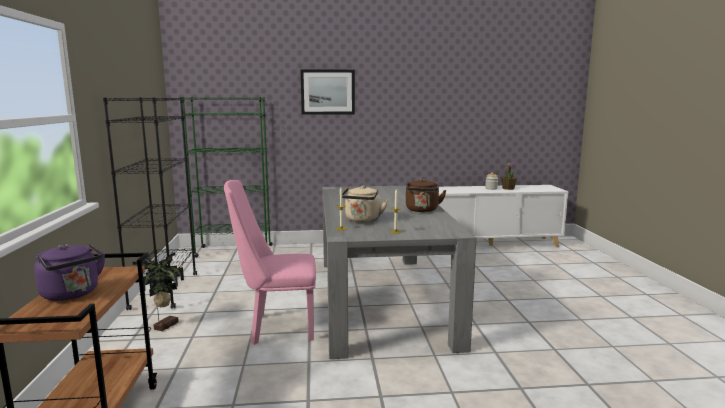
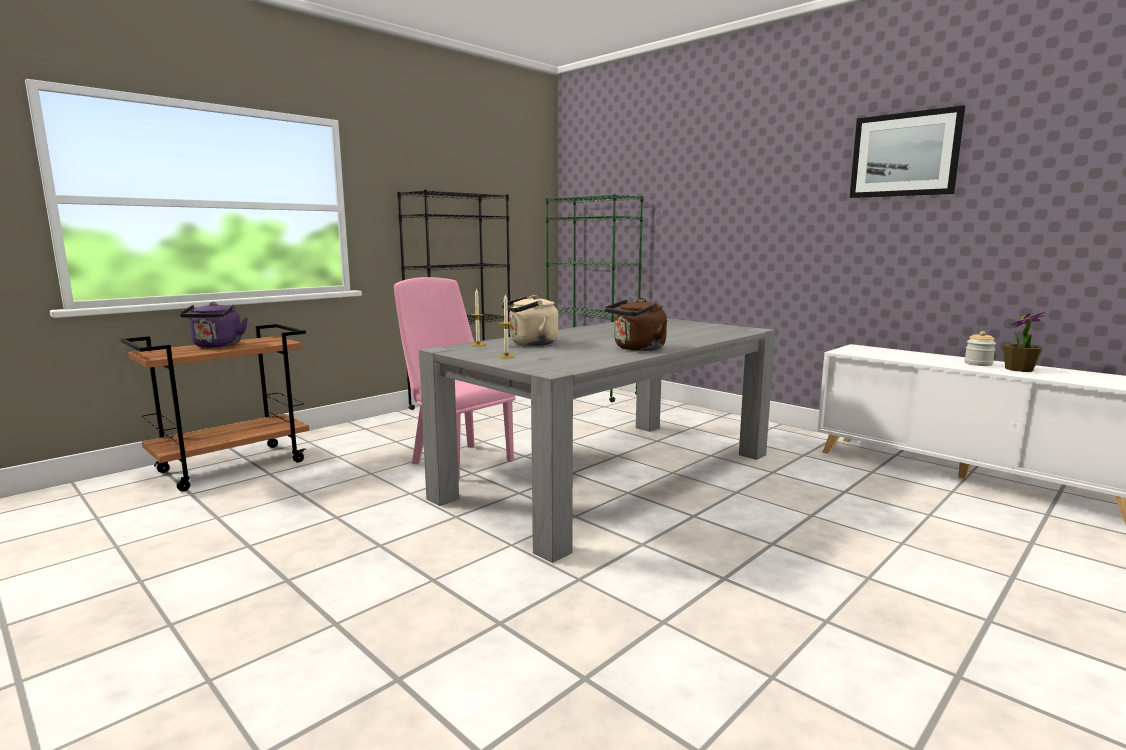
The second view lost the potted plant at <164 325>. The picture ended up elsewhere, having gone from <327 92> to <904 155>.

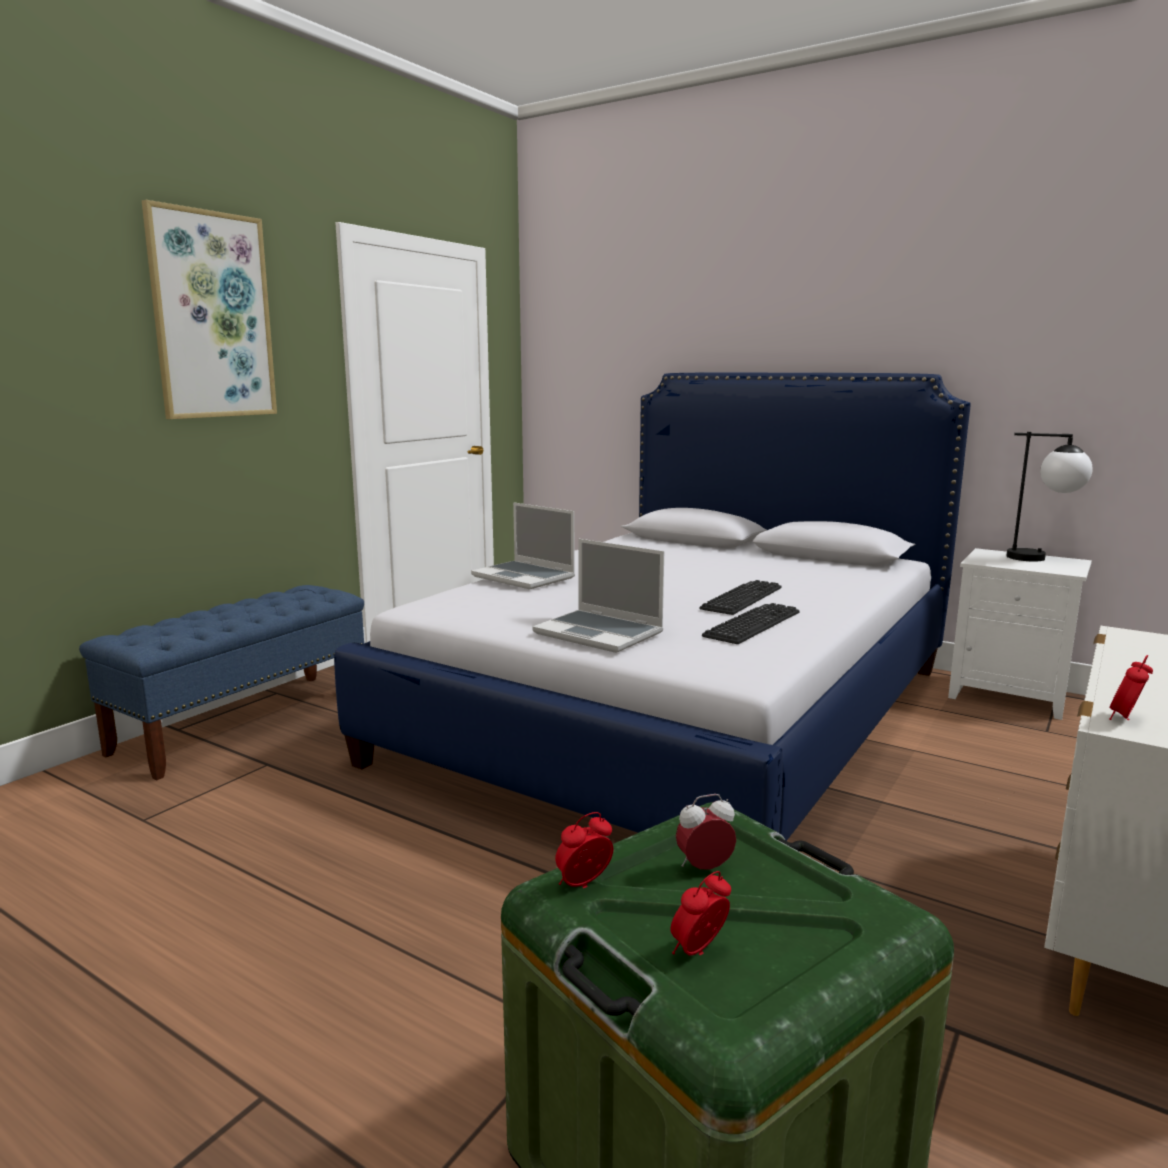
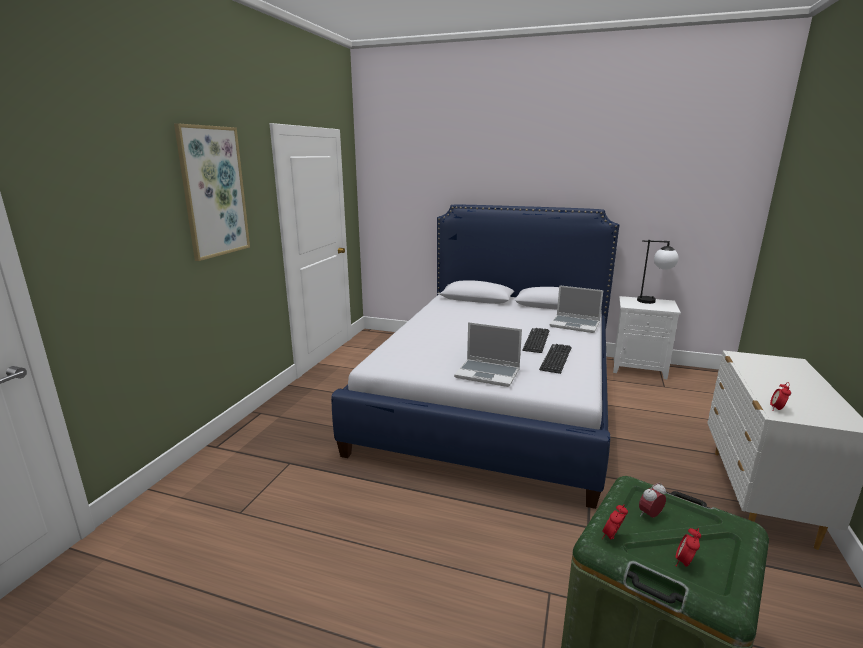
The second view lost the blue bench at <245 722>. The laptop ended up elsewhere, having gone from <525 577> to <575 325>.

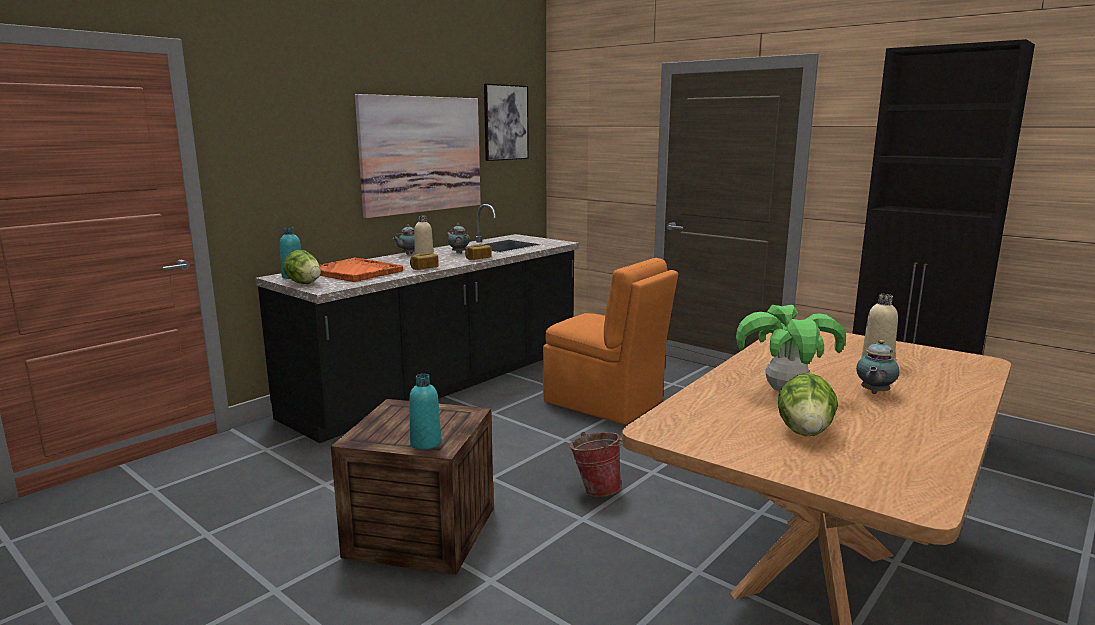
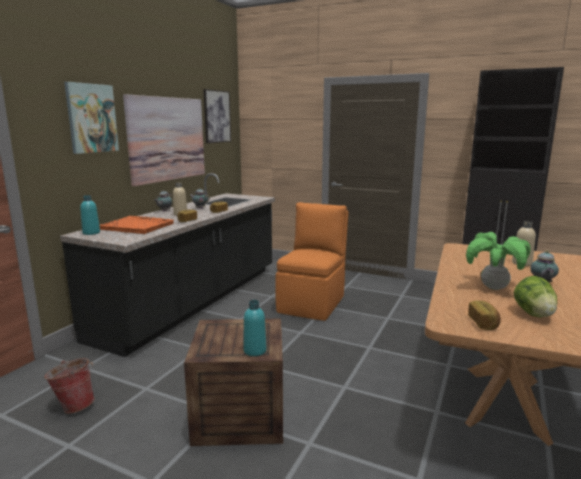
The second view lost the lettuce at <304 283>. The second view gained the picture at <91 118>. The second view gained the bread at <484 323>. The bucket ended up elsewhere, having gone from <596 489> to <74 405>. The orange chair at <605 403> ended up facing another way, 90 degrees counterclockwise from before.

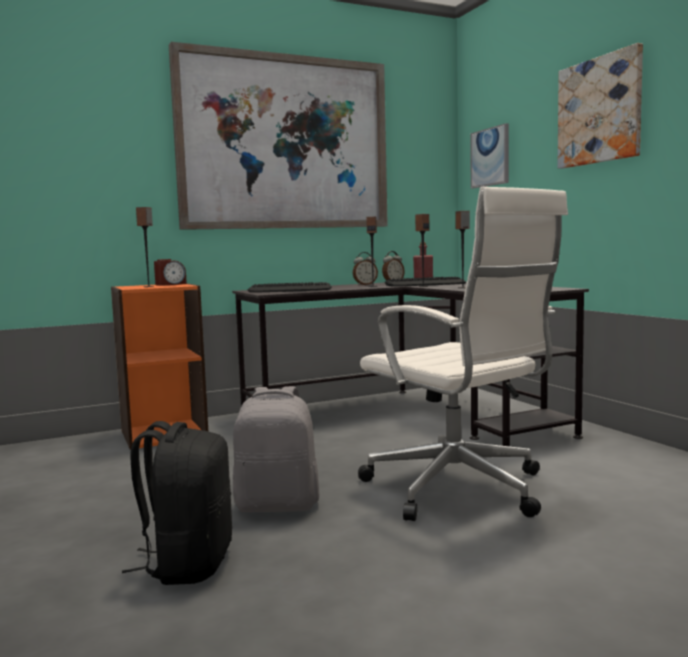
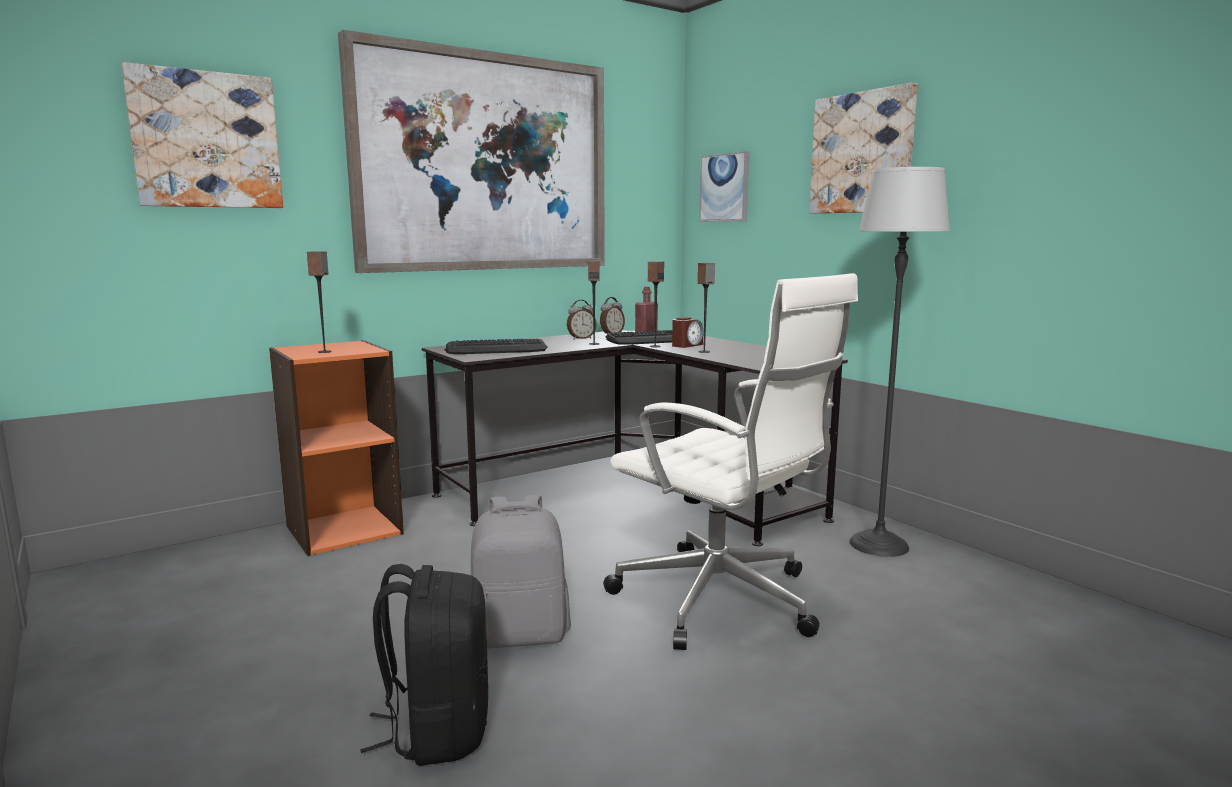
The second view gained the picture at <206 140>. The second view gained the floor lamp at <879 545>. The alarm clock ended up elsewhere, having gone from <170 284> to <687 345>.

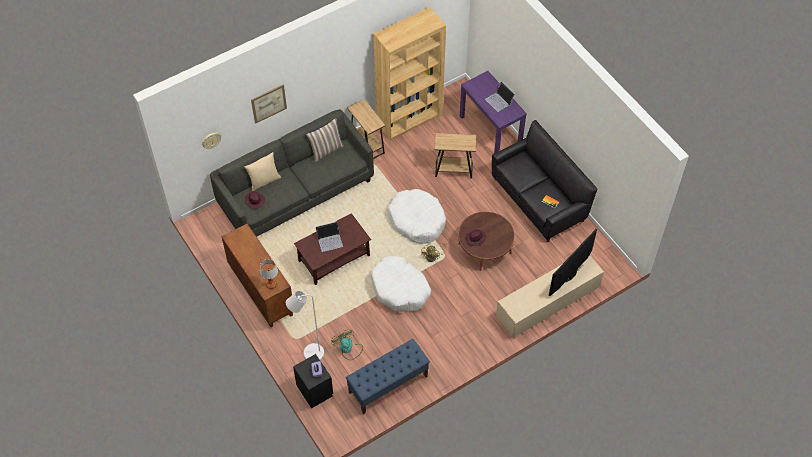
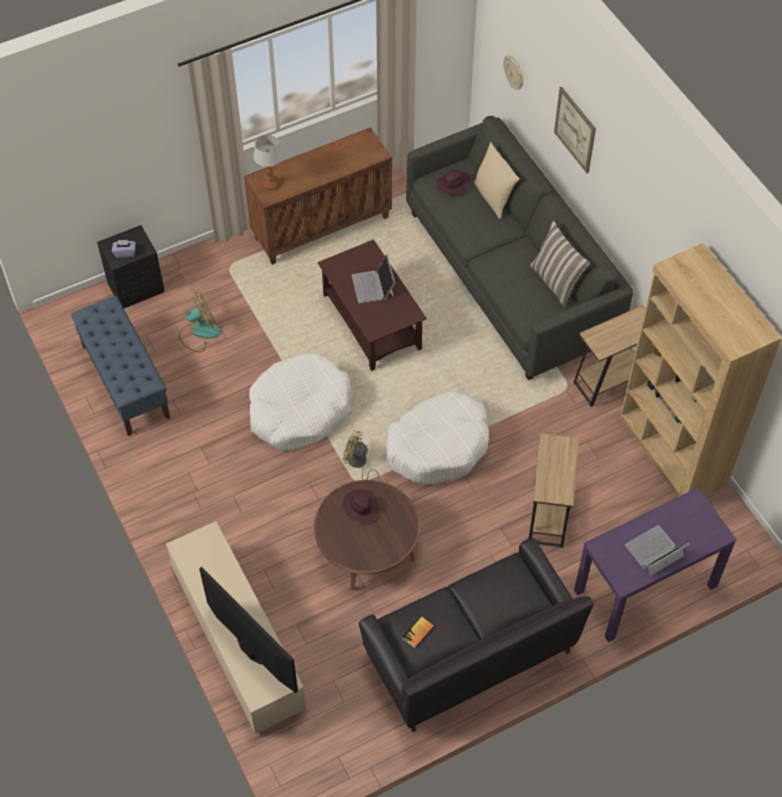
The second view lost the white floor lamp at <309 354>.

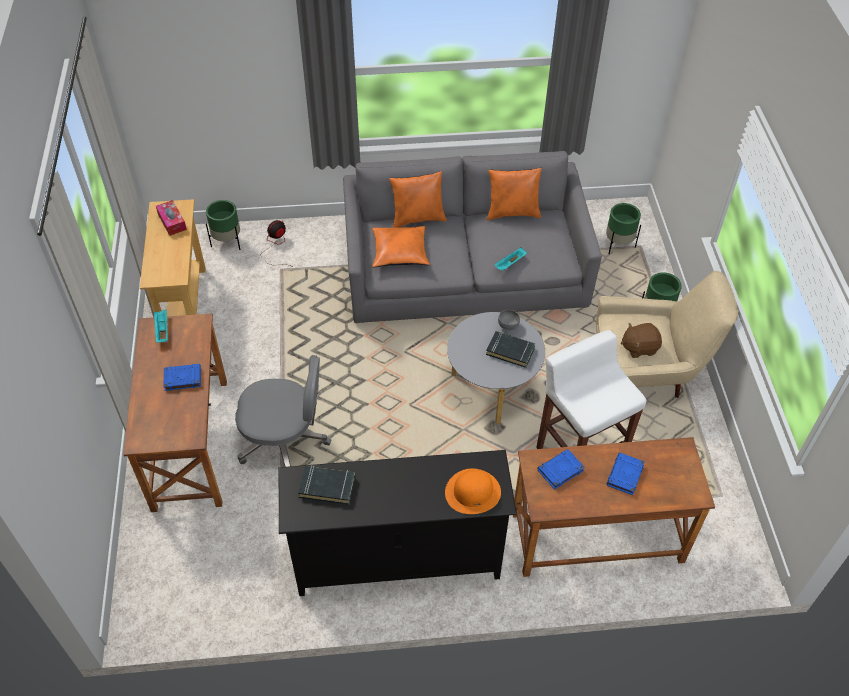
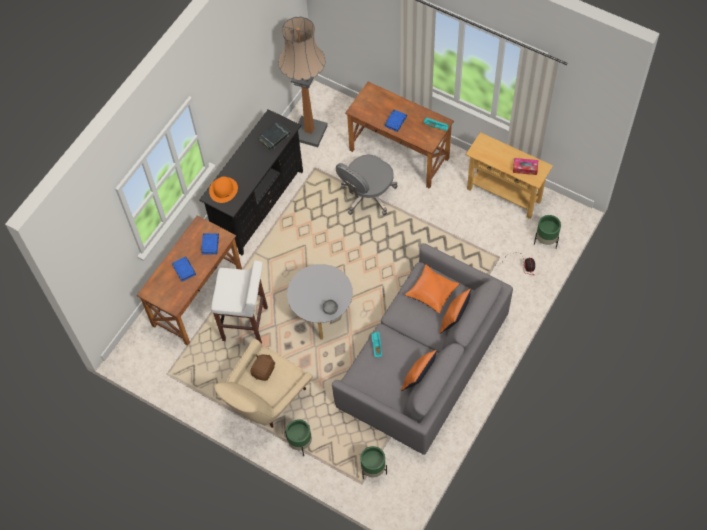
The second view lost the black book at <510 351>. The second view gained the floor lamp at <309 132>.

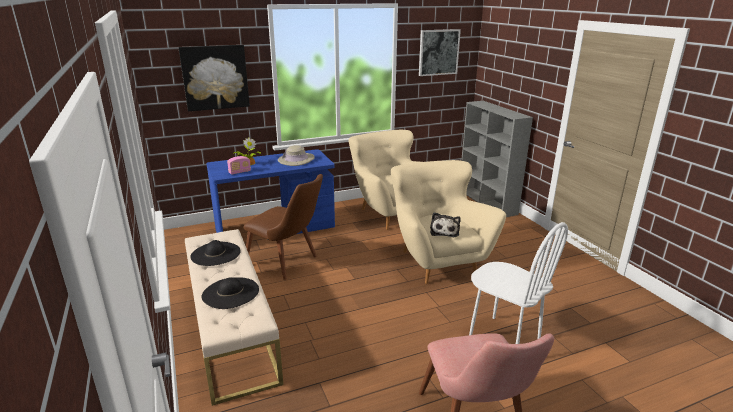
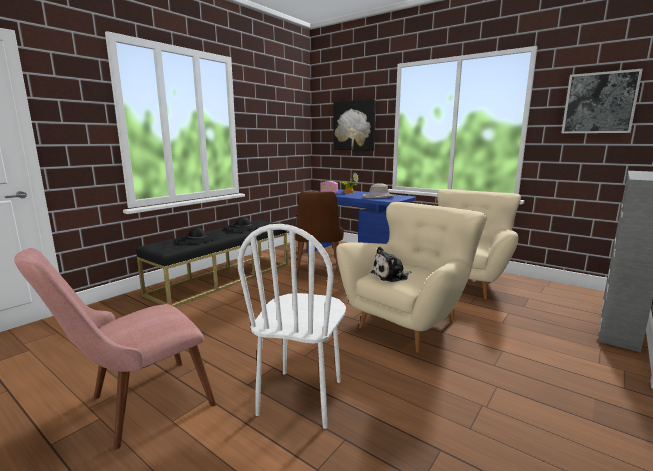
What was the beige bench at <230 327> turned into the black bench at <223 278>.

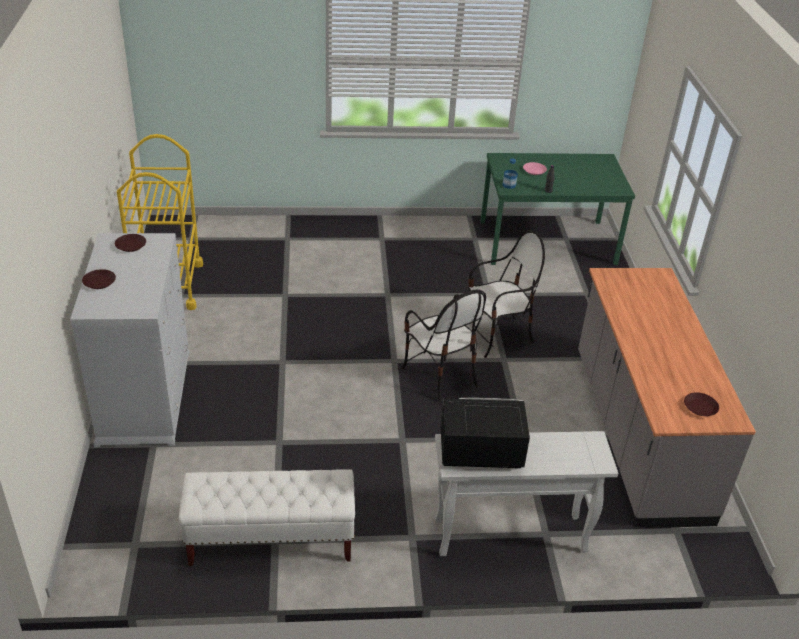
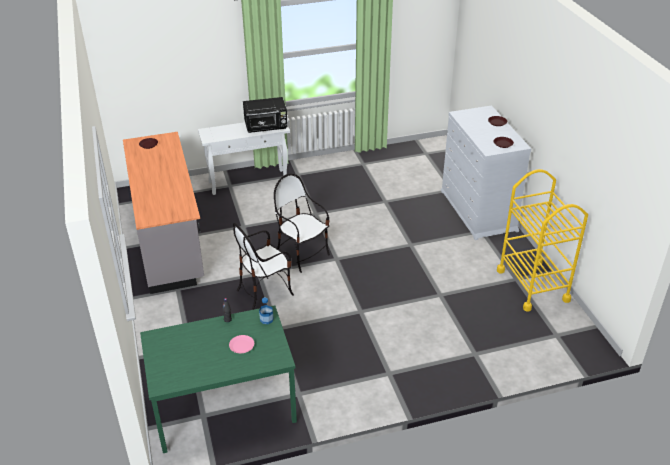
The second view lost the white bench at <270 540>.

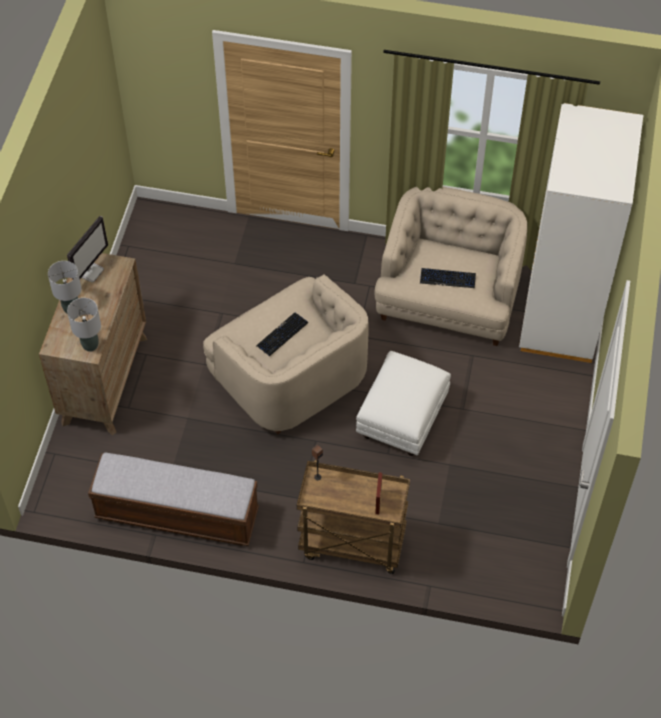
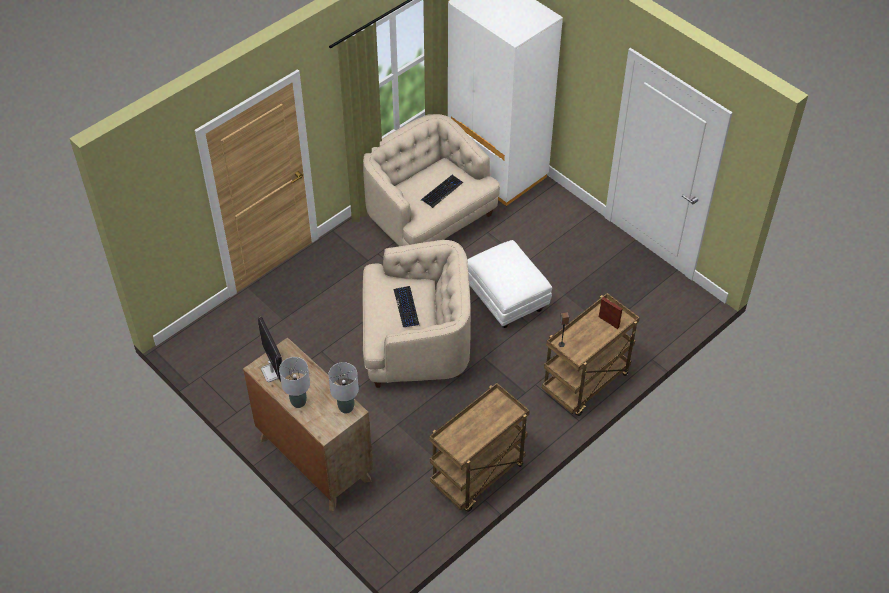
Where the bench stood at <177 514>, the brown cart came to stand at <478 476>.

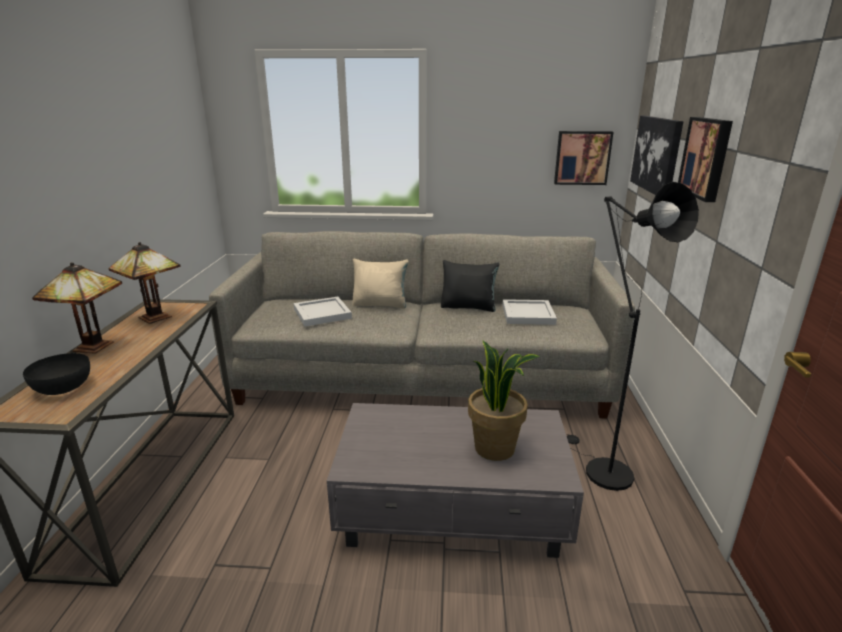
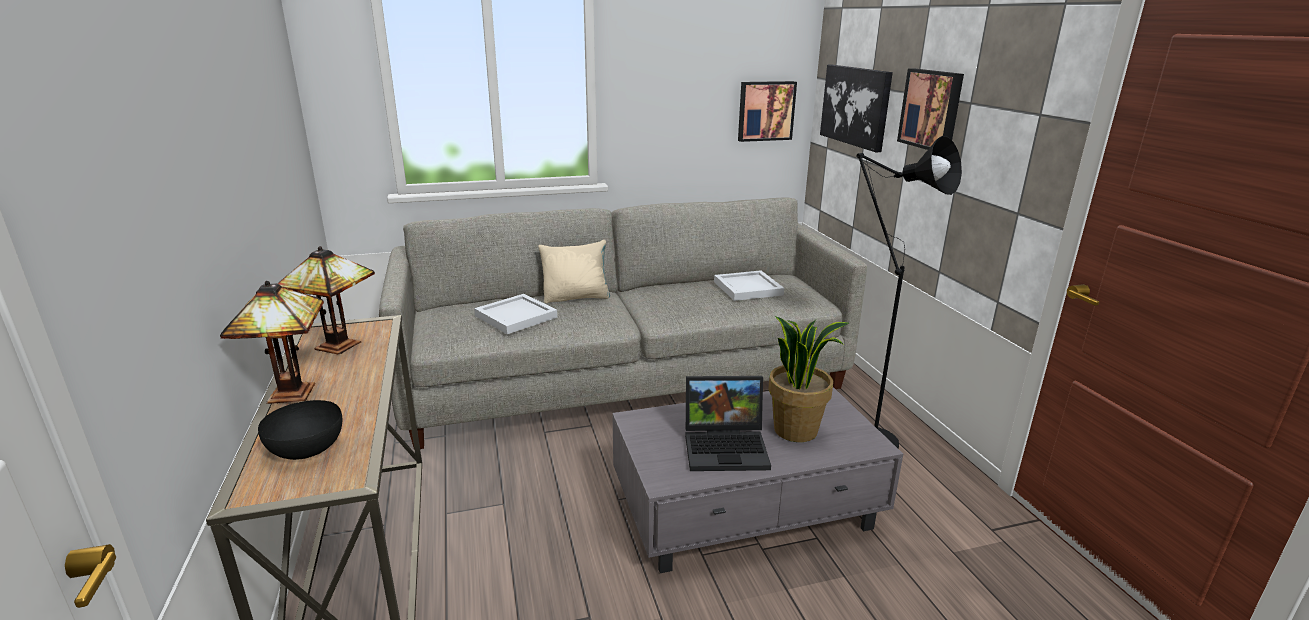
The second view lost the black pillow at <468 307>. The second view gained the laptop at <727 447>.

